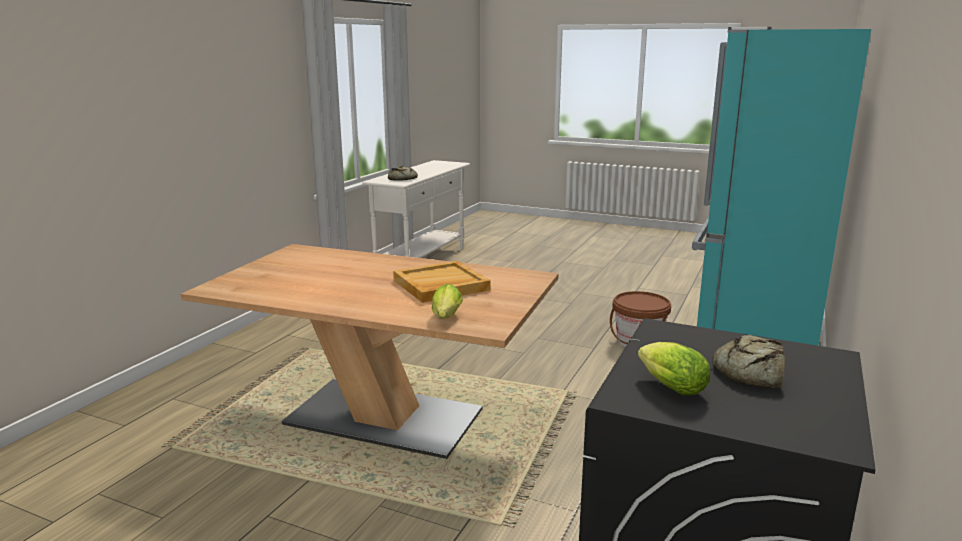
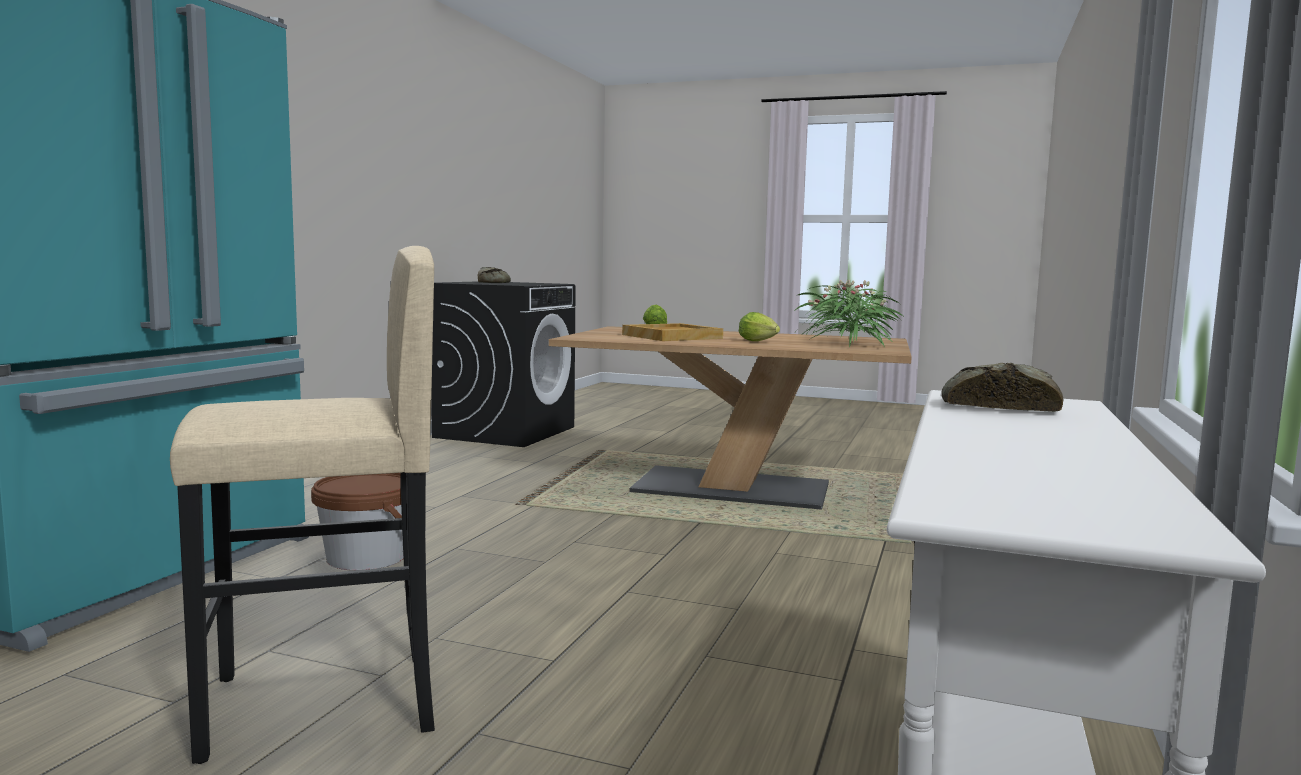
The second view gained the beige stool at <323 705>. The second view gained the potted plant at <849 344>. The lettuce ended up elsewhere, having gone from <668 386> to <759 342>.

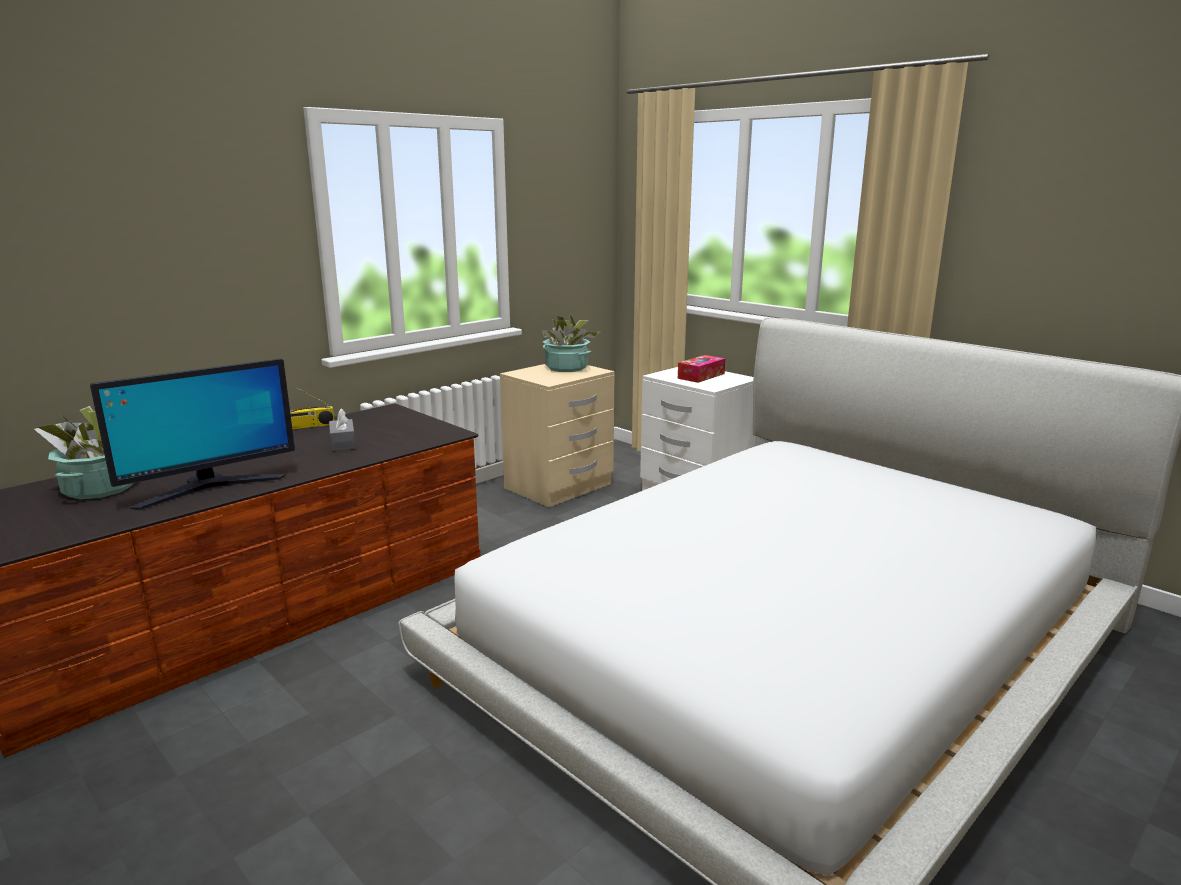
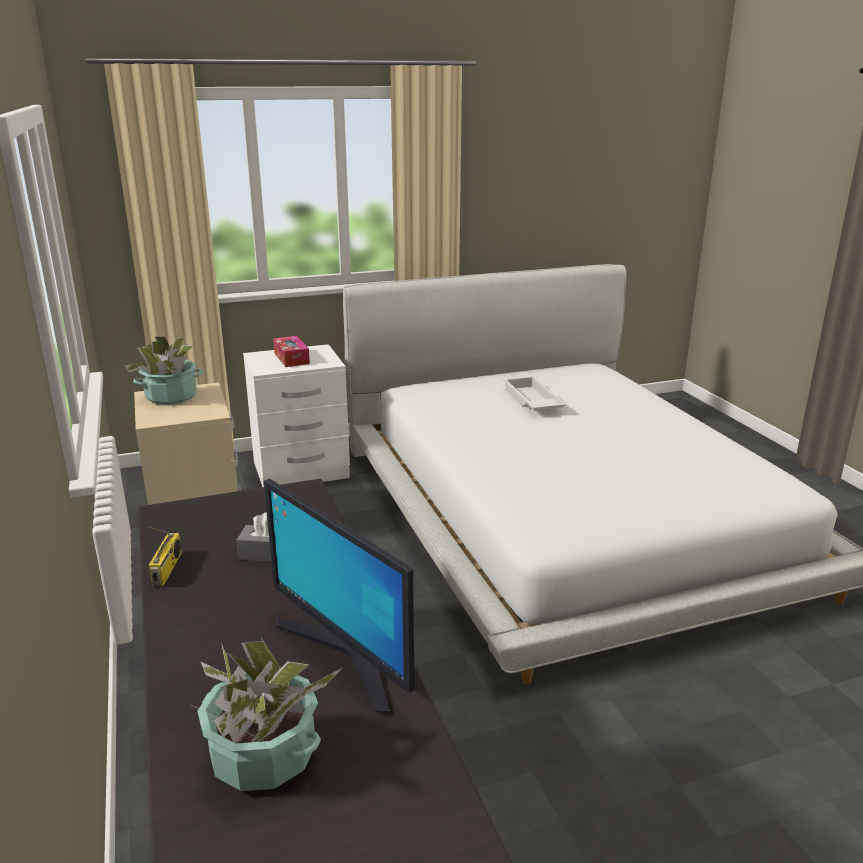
The second view gained the white tray at <531 401>. The monitor at <209 487> ended up facing another way, 150 degrees clockwise from before.

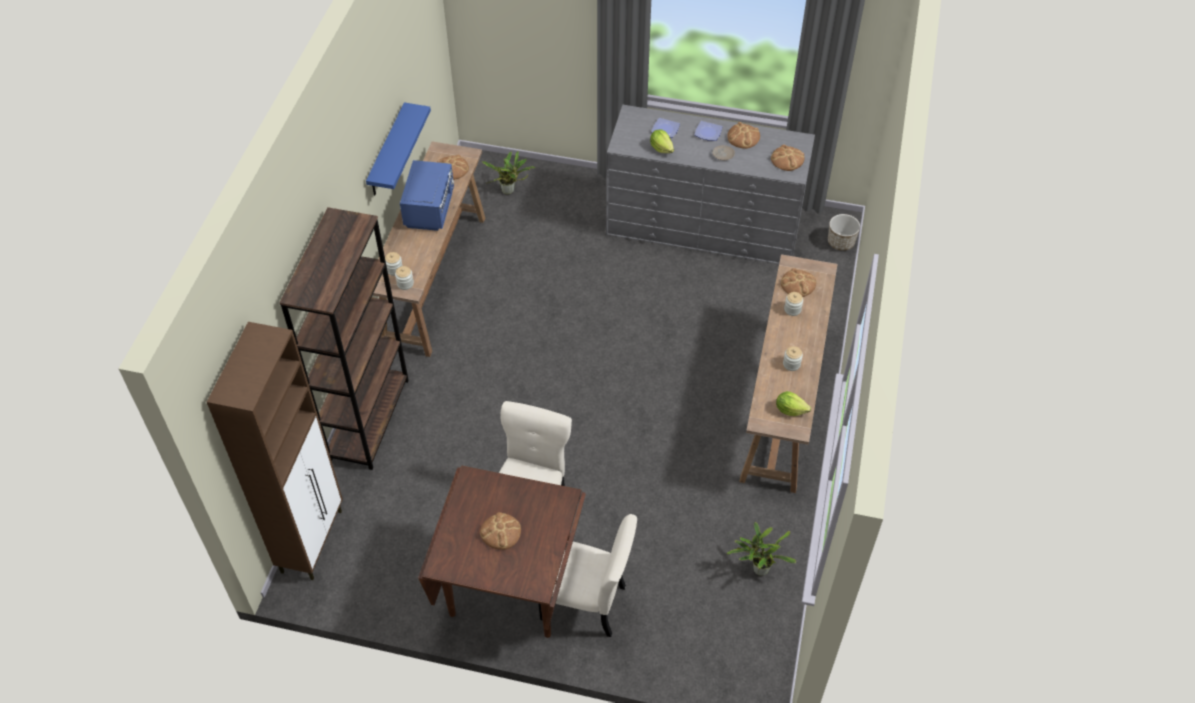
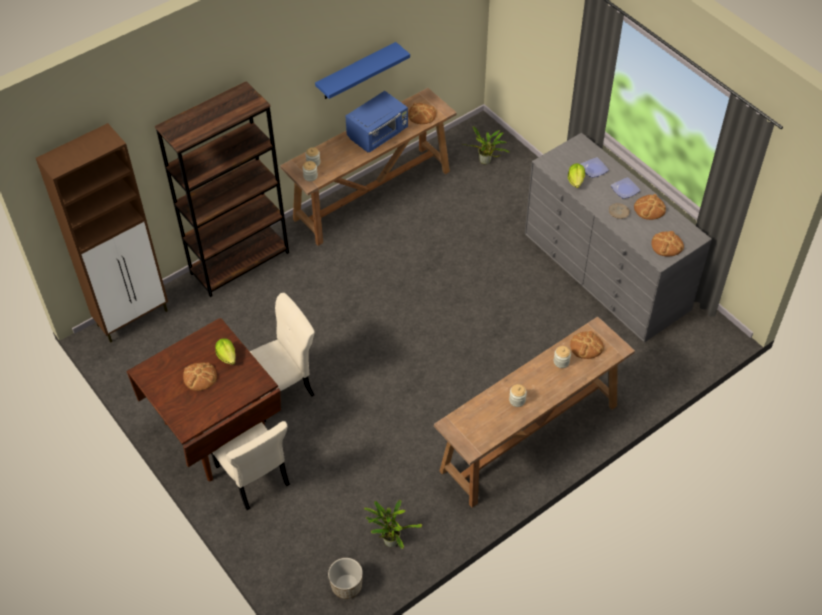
The lettuce ended up elsewhere, having gone from <790 410> to <227 356>. The planter ended up elsewhere, having gone from <840 242> to <346 586>.

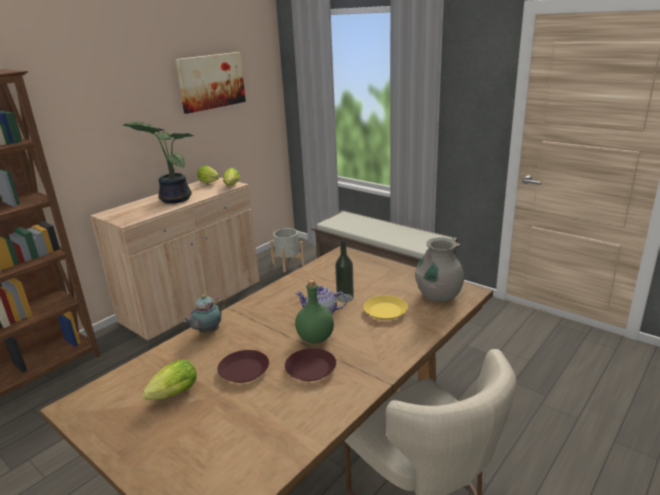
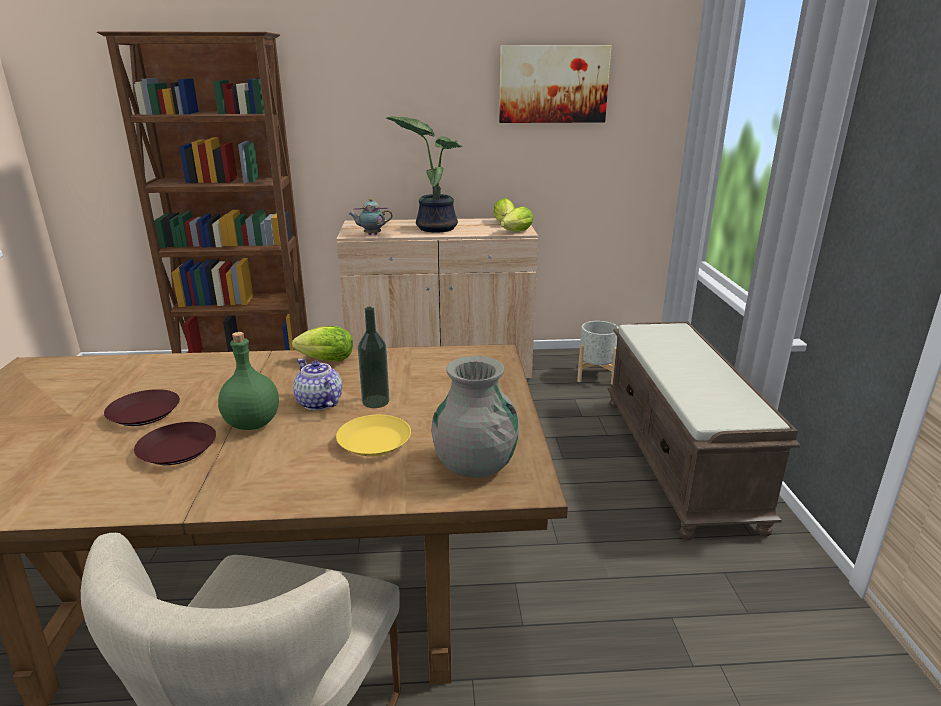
The lettuce ended up elsewhere, having gone from <172 395> to <323 360>. The teapot ended up elsewhere, having gone from <207 332> to <371 235>.

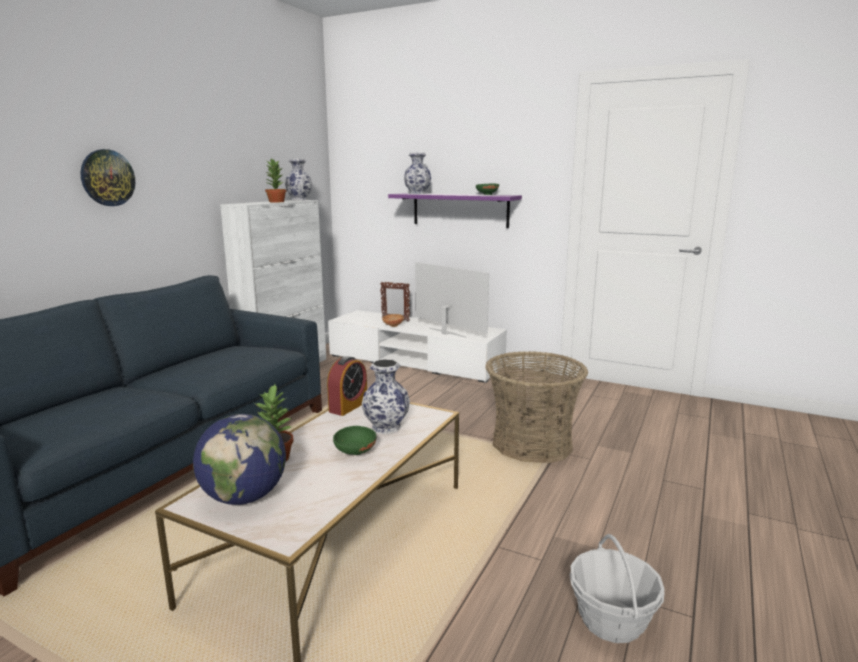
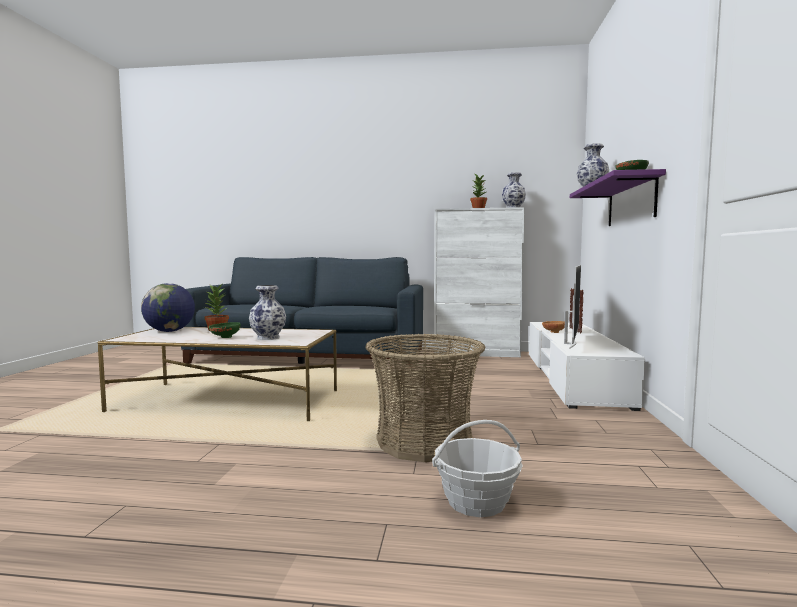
The second view lost the wall clock at <107 178>. The second view lost the alarm clock at <348 406>. The basket ended up elsewhere, having gone from <611 620> to <476 502>.

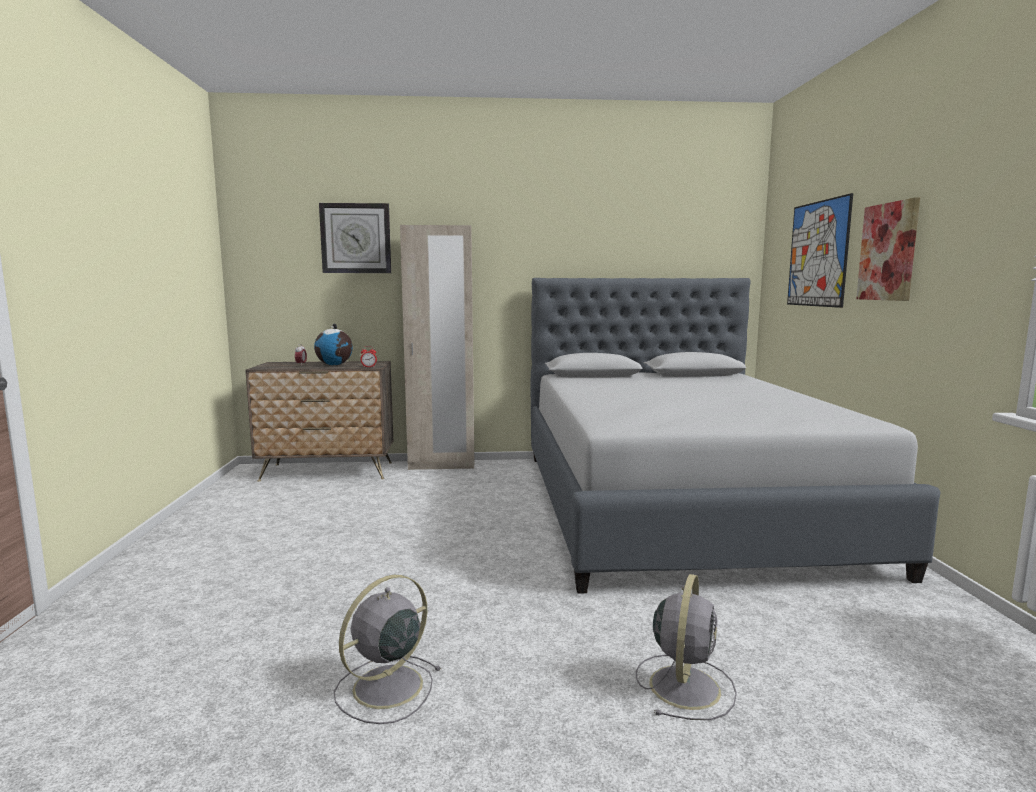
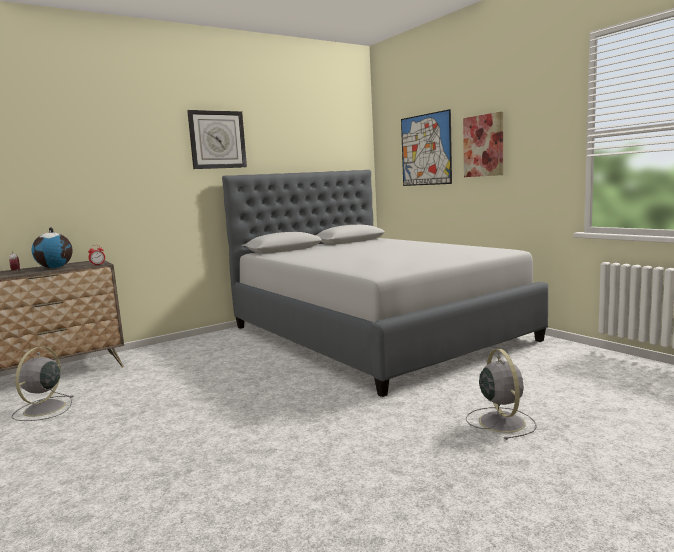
The second view lost the beige wardrobe at <441 465>. The wall clock ended up elsewhere, having gone from <356 238> to <217 140>. The grey fan ended up elsewhere, having gone from <385 688> to <43 409>.

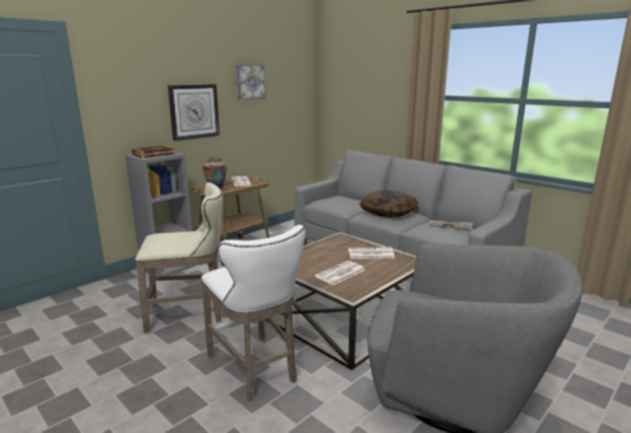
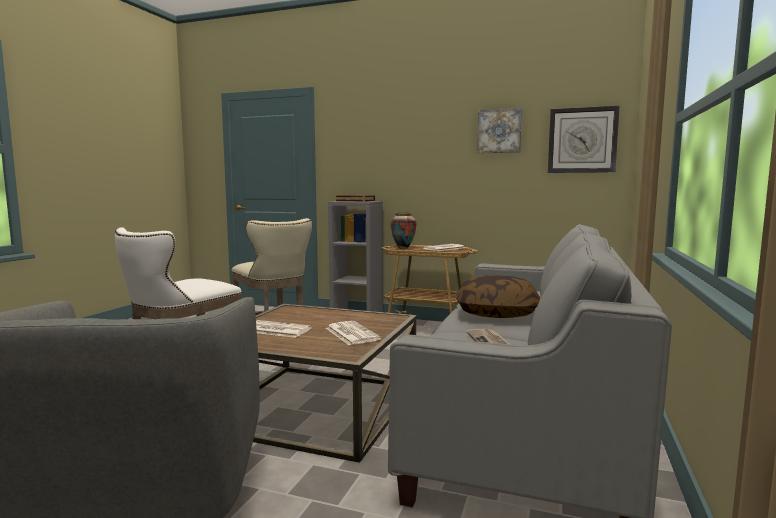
The wall clock ended up elsewhere, having gone from <194 111> to <582 140>.

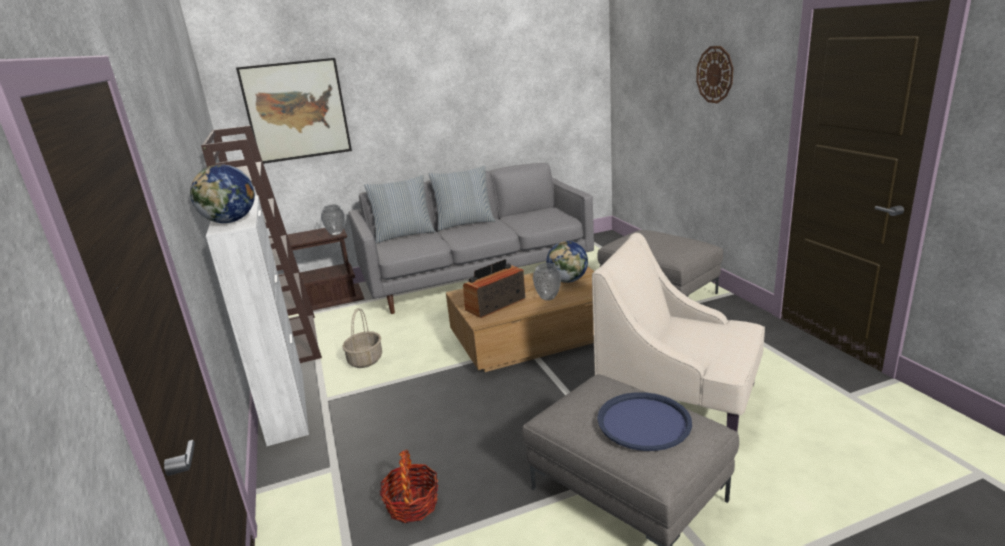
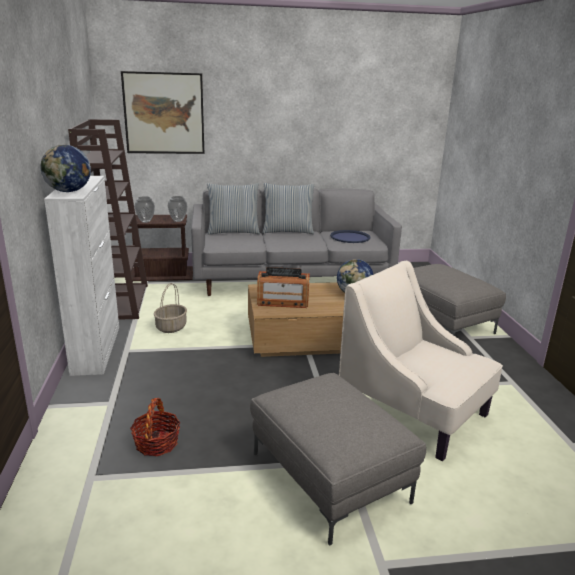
The second view lost the wall clock at <715 74>. The vase ended up elsewhere, having gone from <547 298> to <145 221>. The blue tray ended up elsewhere, having gone from <643 422> to <350 237>. The radio at <495 304> ended up facing another way, 150 degrees counterclockwise from before.

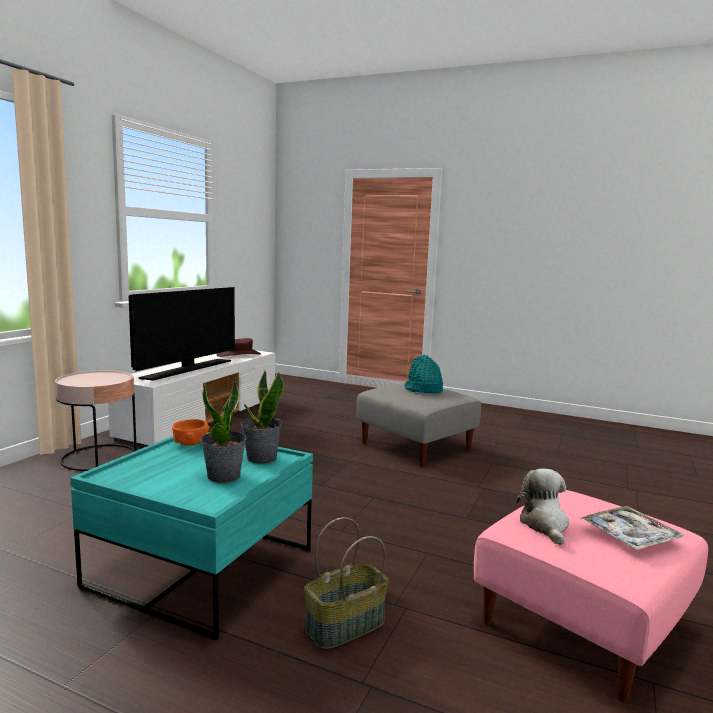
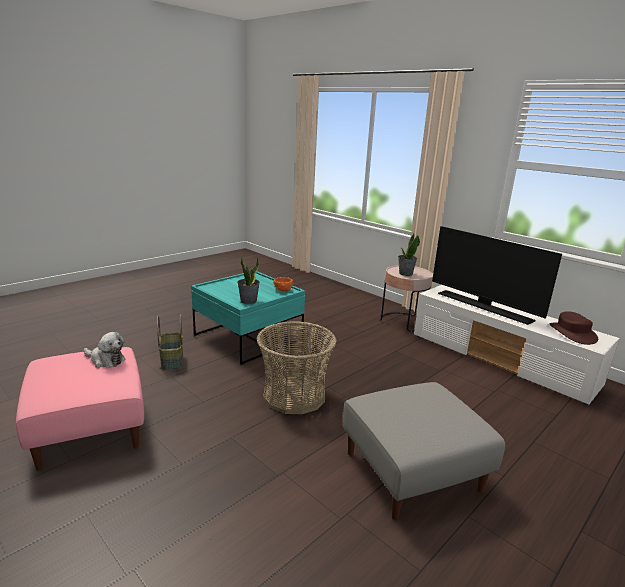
The second view lost the turquoise hat at <423 390>. The second view lost the tray at <629 536>. The second view gained the basket at <294 396>. The potted plant ended up elsewhere, having gone from <224 476> to <405 273>.

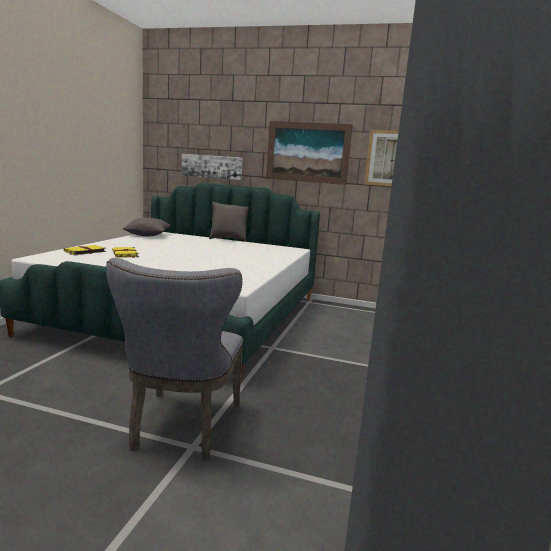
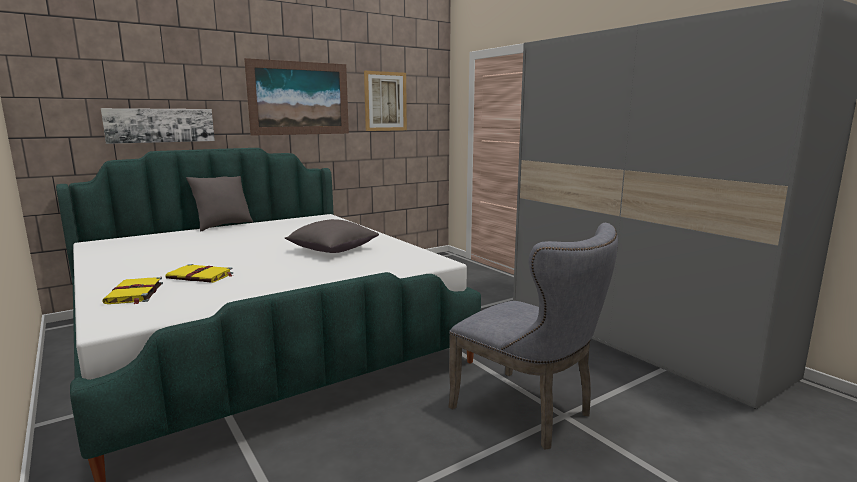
The grey pillow ended up elsewhere, having gone from <147 235> to <332 250>.

